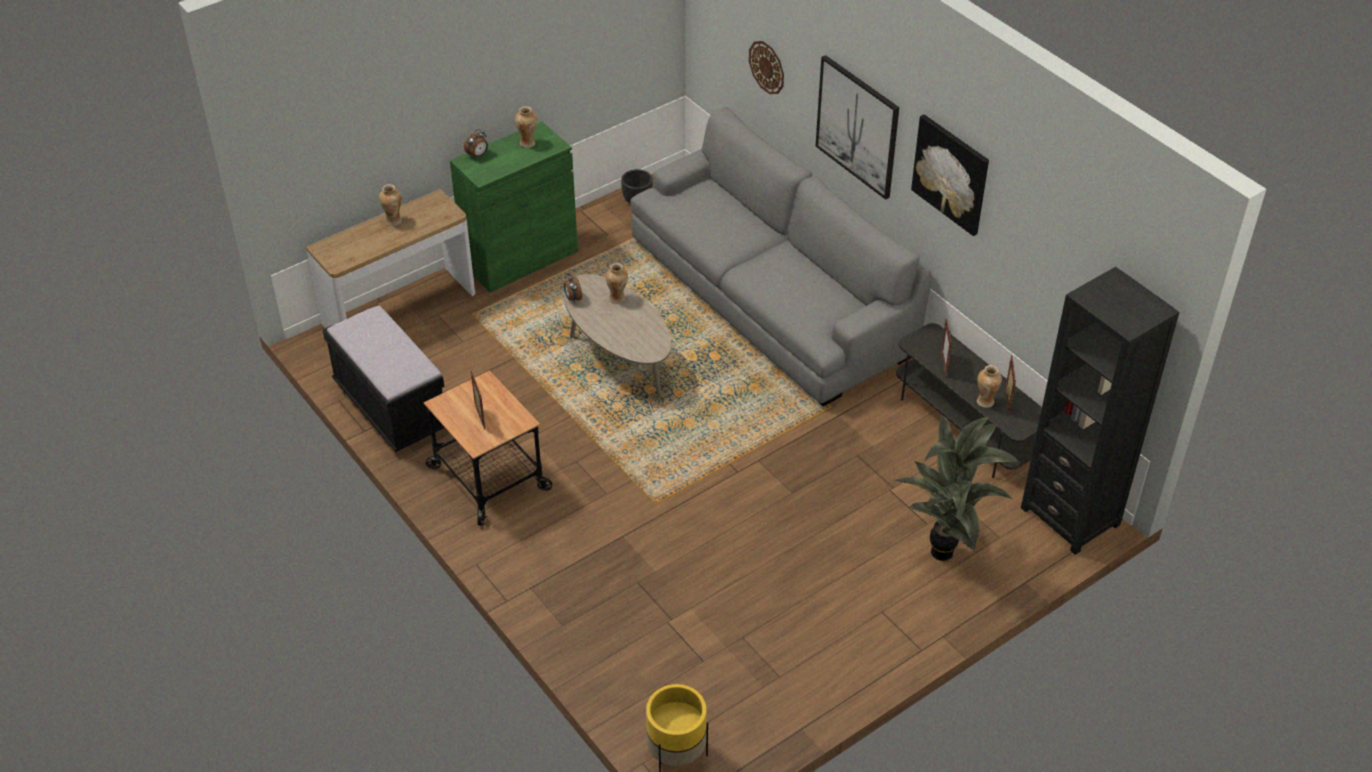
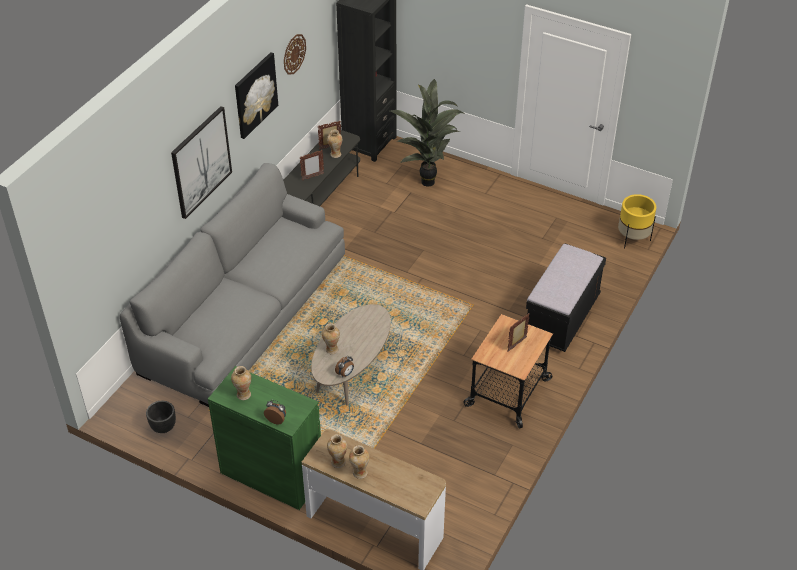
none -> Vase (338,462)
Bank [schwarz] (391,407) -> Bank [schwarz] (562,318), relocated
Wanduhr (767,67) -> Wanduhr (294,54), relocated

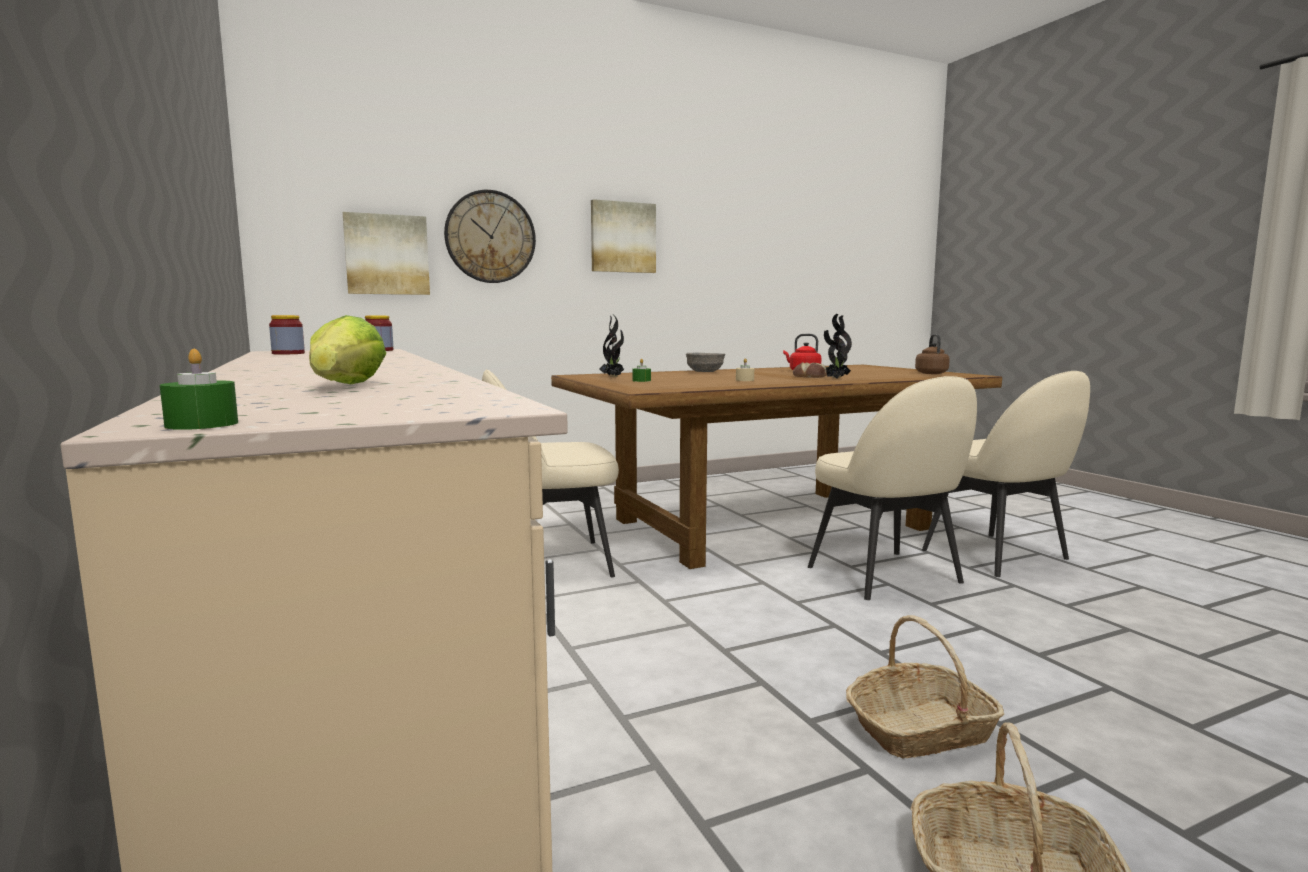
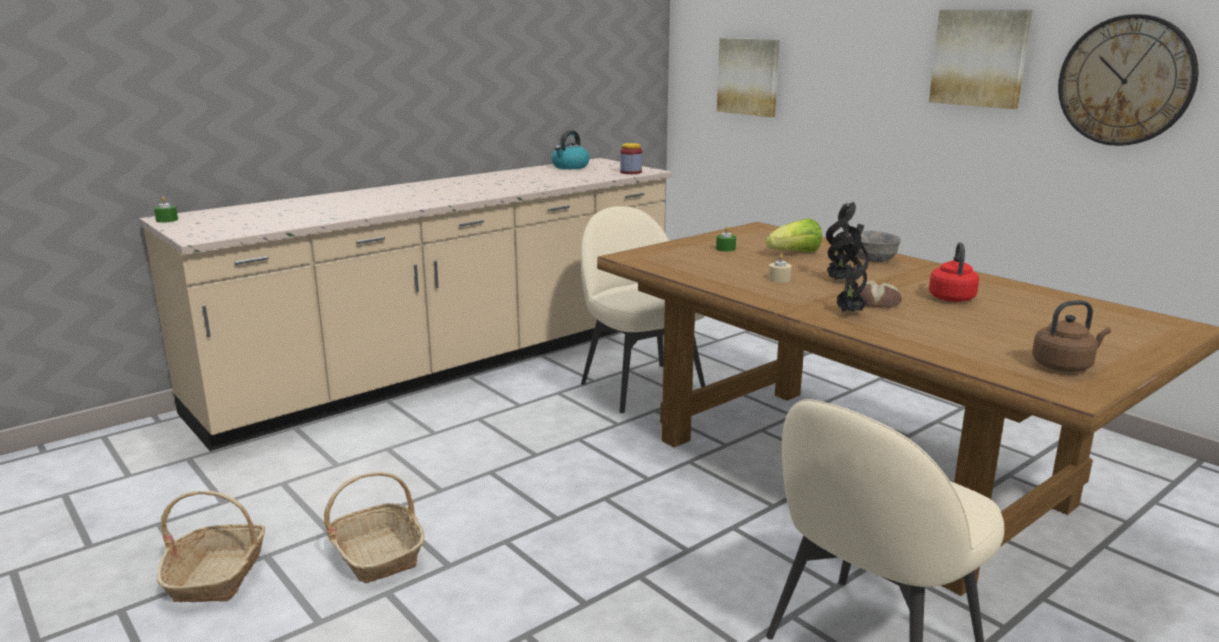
Stuhl [beige] (886,576) -> none
Salatkopf (346,386) -> Salatkopf (795,253), relocated
Wanduhr (490,237) -> Wanduhr (1126,81), relocated
Topfpflanze (613,378) -> Topfpflanze (840,281), relocated
Vorratsglas (288,353) -> Wasserkessel (570,167)

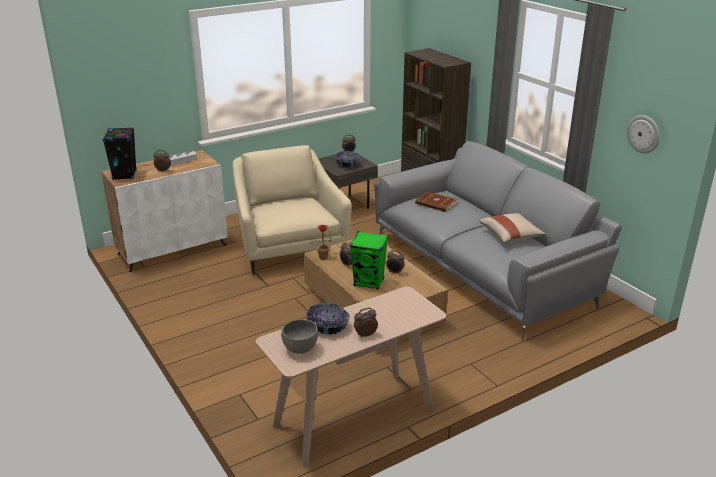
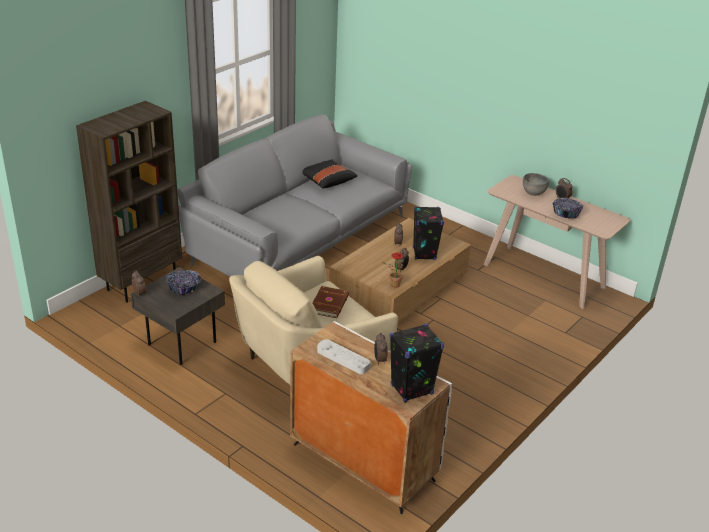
Wanduhr (644,134) -> none
Schüssel [grau] (300,348) -> Schüssel [grau] (533,193), relocated
Buch [braun] (435,204) -> Buch [braun] (330,304), relocated
Lautsprecher [grün] (369,283) -> Lautsprecher [schwarz] (424,253)
Kissen [beige] (510,236) -> Kissen [schwarz] (326,181)

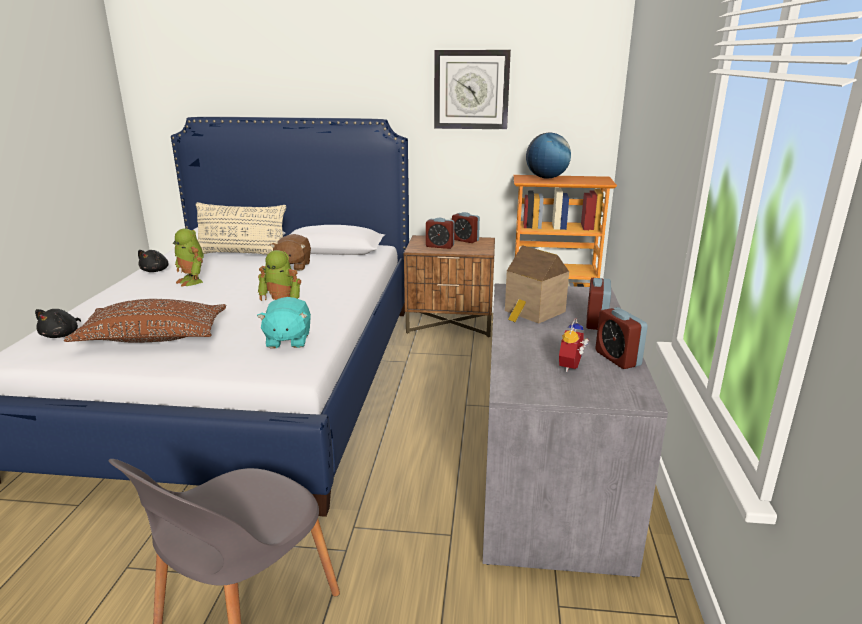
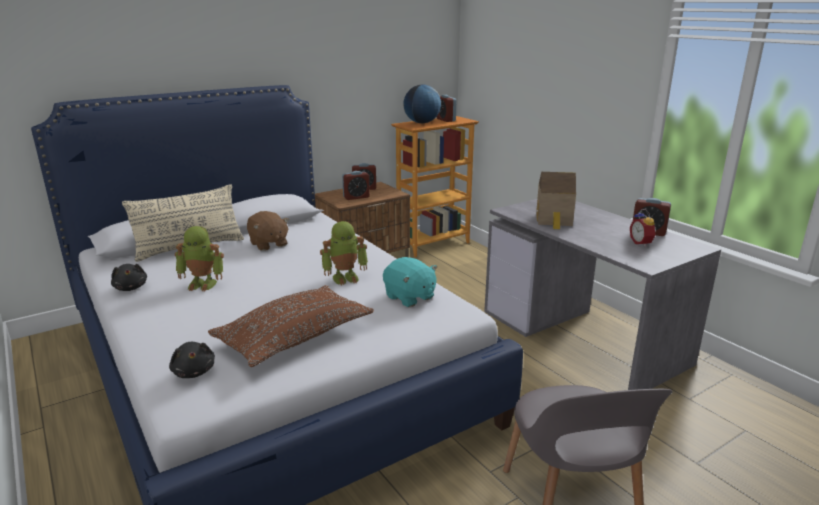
Wanduhr (471,90) -> none
Wecker (596,322) -> Wecker (446,120), relocated

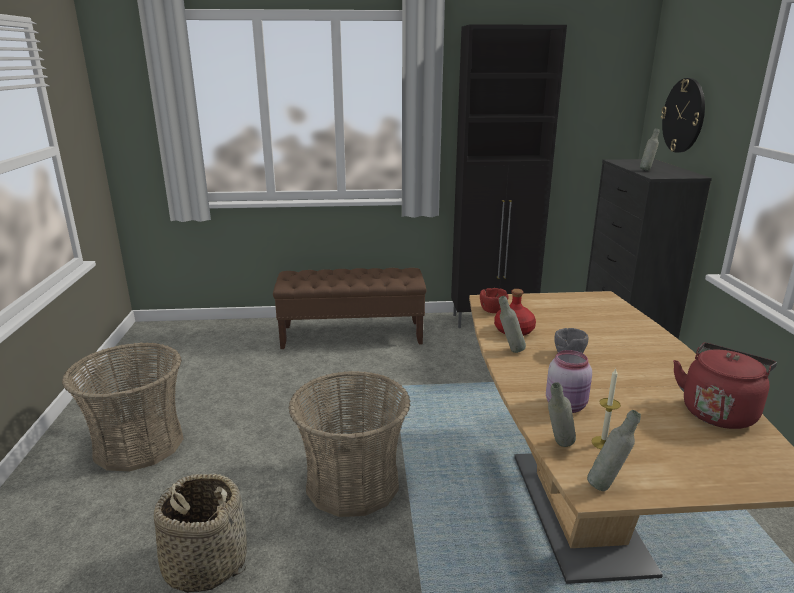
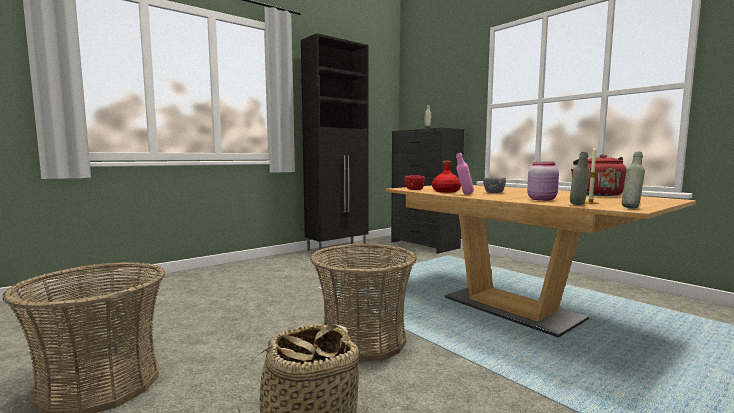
Bank [braun] (352,335) -> none
Wanduhr (683,115) -> none
Flasche [grau] (510,351) -> Flasche [rosa] (464,194)

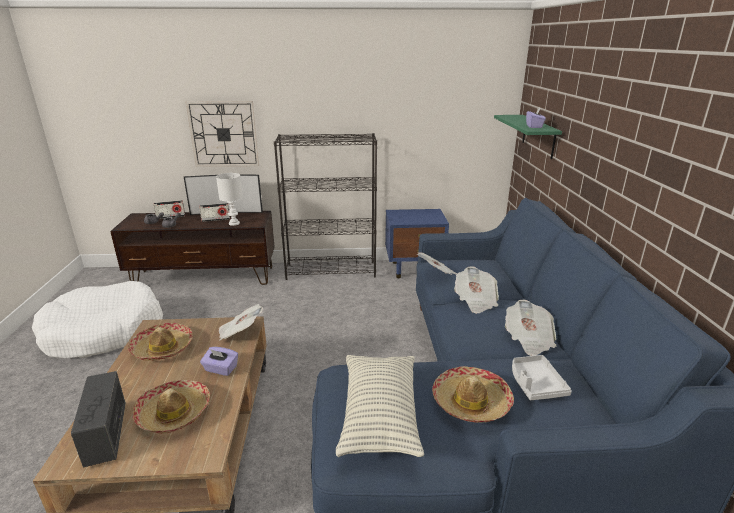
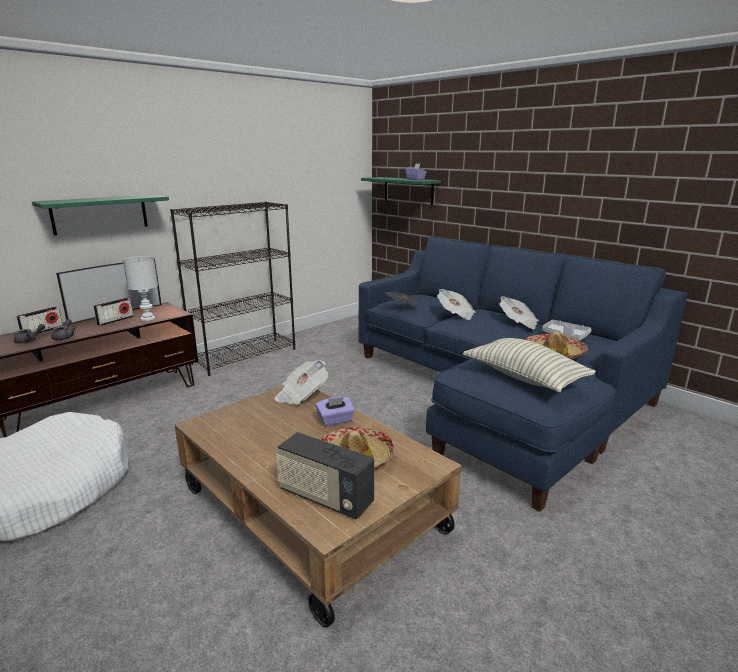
Hut (163,348) -> none
Nachttisch [blau] (414,269) -> none
Wanduhr (224,134) -> Wandregal [grün] (100,214)

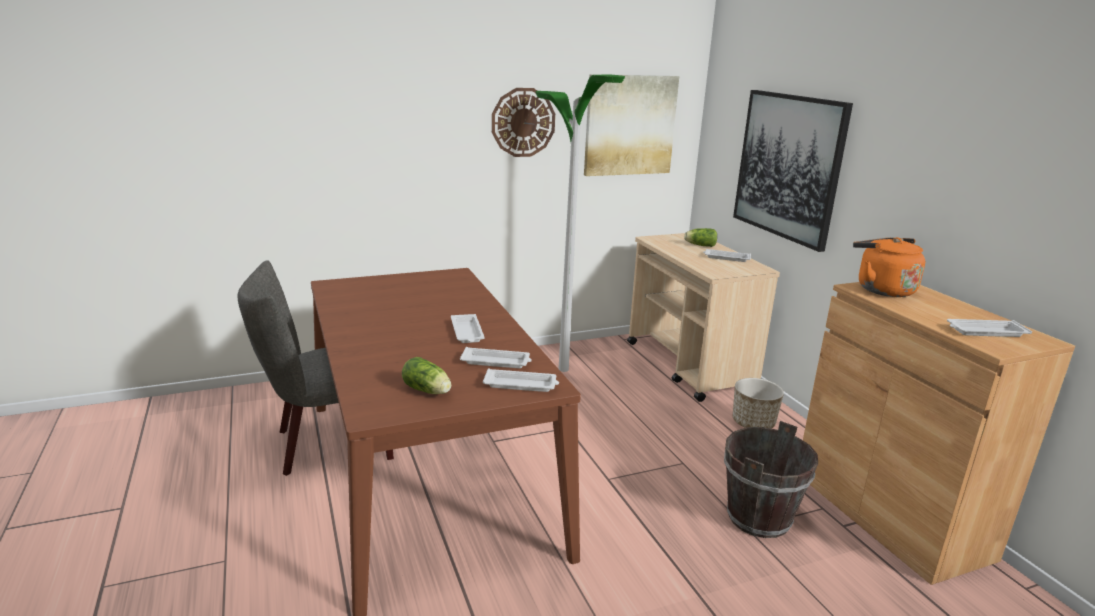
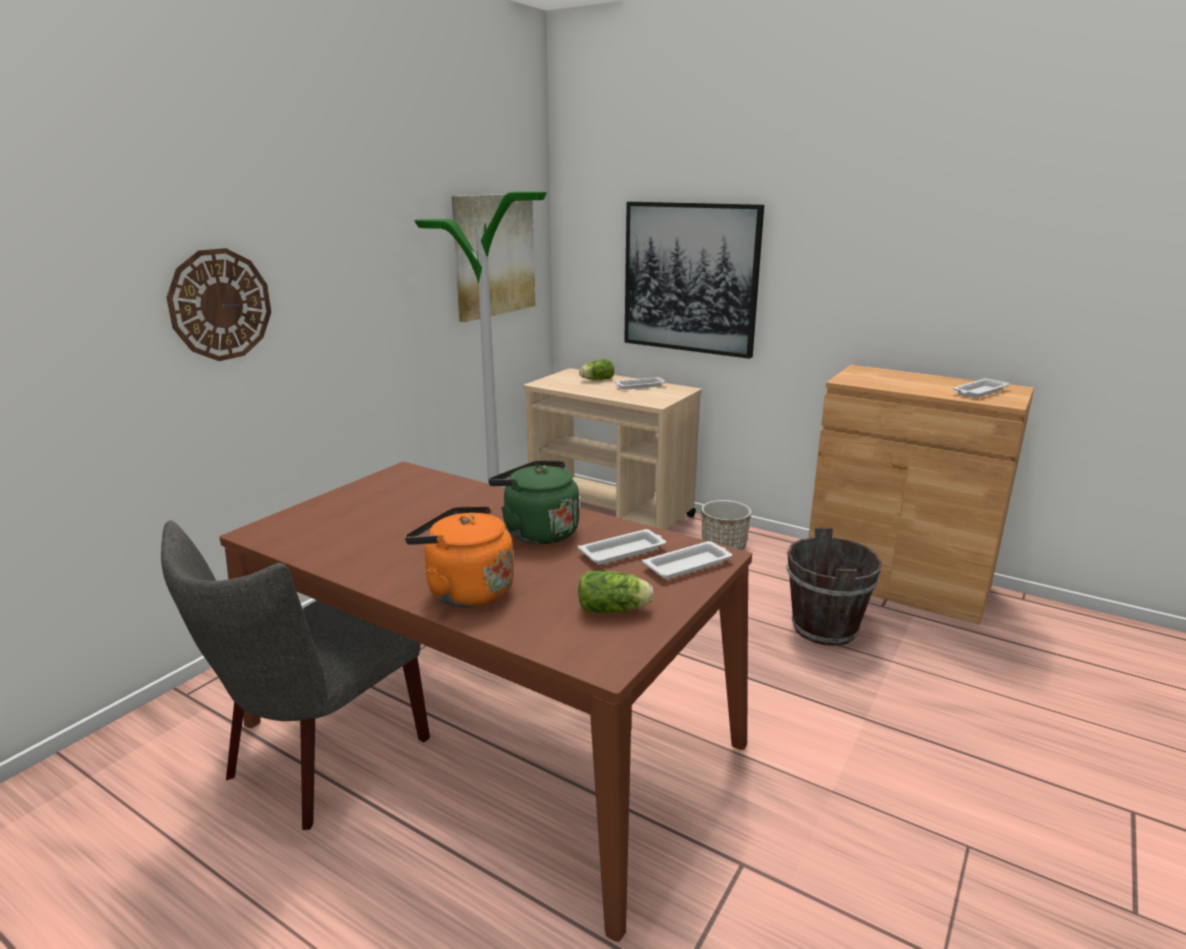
Wanduhr (523,122) -> Wanduhr (220,305), relocated
Wasserkessel [orange] (881,289) -> Wasserkessel [orange] (465,591), relocated
Tablett [weiß] (467,332) -> Wasserkessel [grün] (537,532)

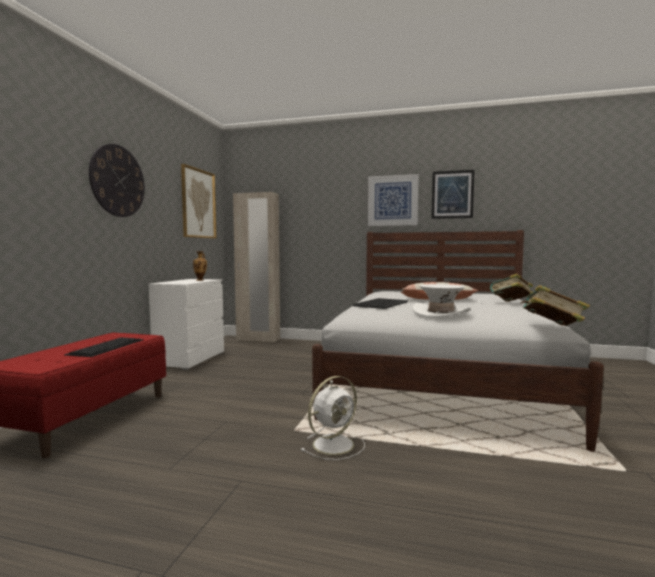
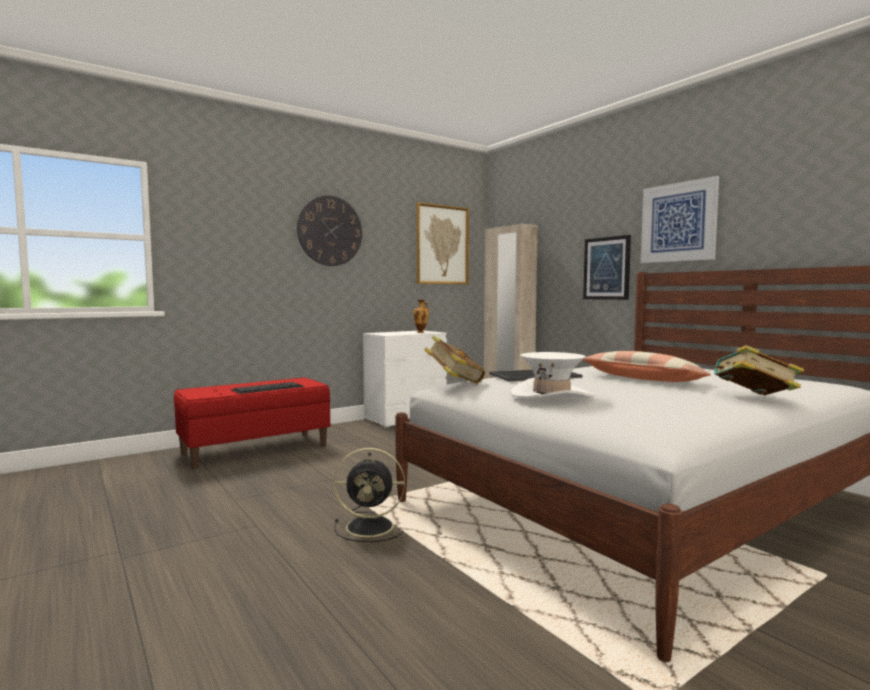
Bild (452,194) -> Bild (607,268), relocated
Buch (551,327) -> Buch (454,382), relocated
Ventilator [weiß] (335,444) -> Ventilator [schwarz] (372,526)

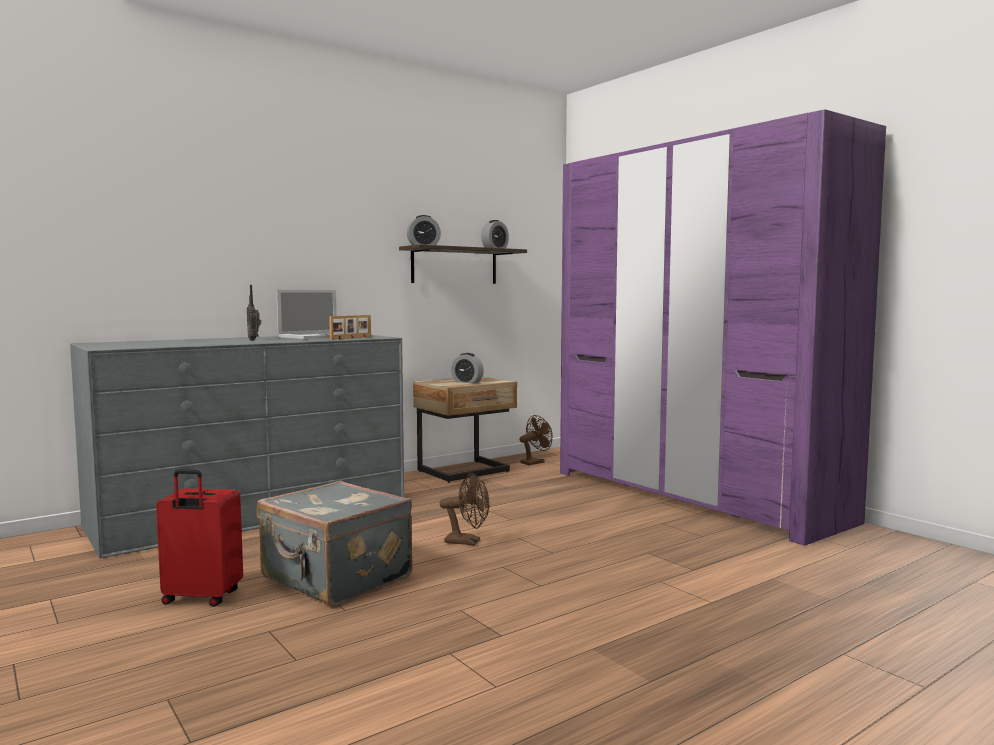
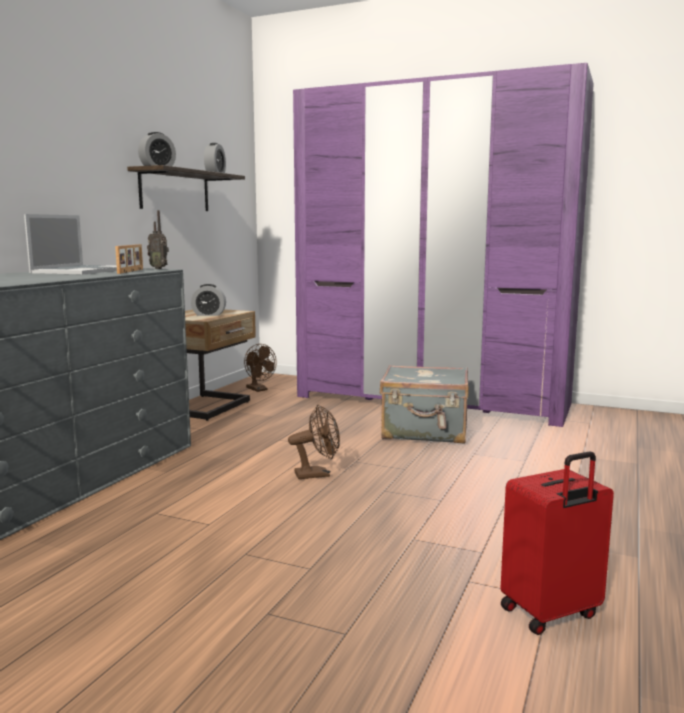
Koffer [rot] (201,598) -> Koffer [rot] (551,613), relocated
Radio (254,340) -> Radio (159,268), relocated
Koffer [grau] (335,579) -> Koffer [grau] (425,432), relocated
Ventilator [braun] (535,462) -> Ventilator [braun] (259,389), 120 degrees clockwise

